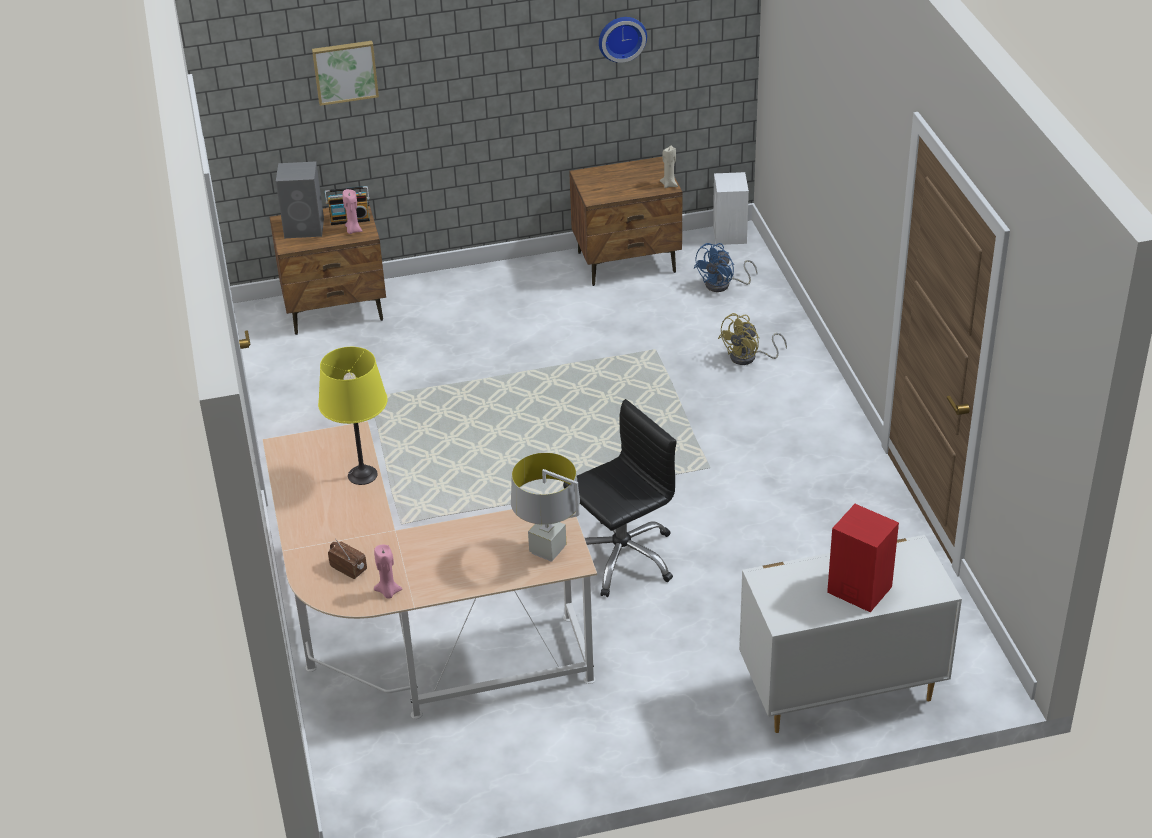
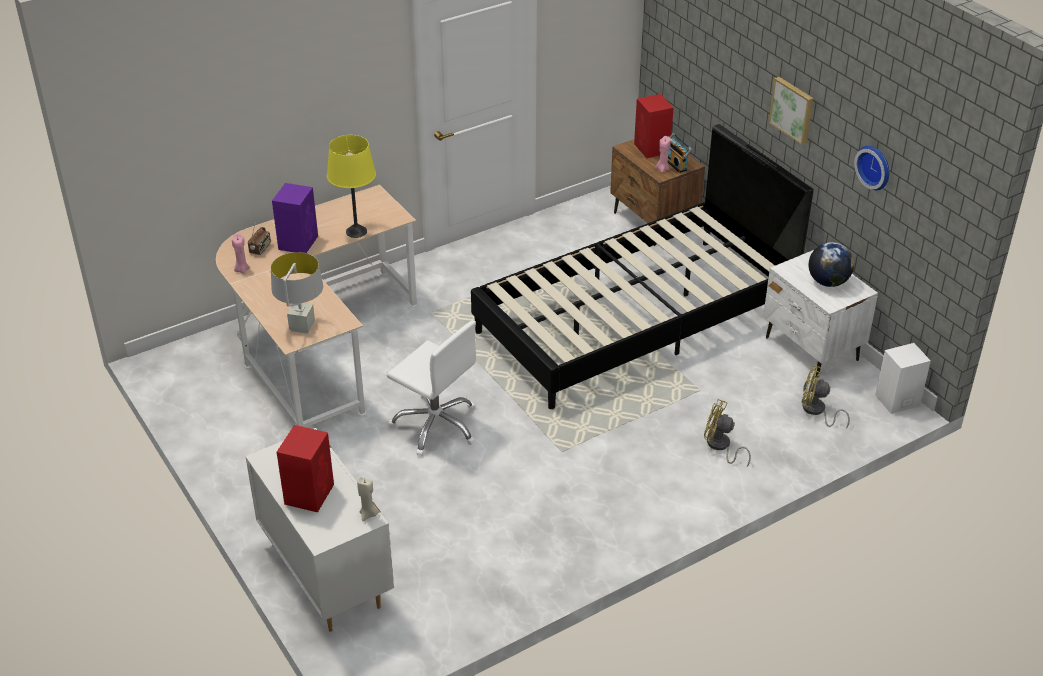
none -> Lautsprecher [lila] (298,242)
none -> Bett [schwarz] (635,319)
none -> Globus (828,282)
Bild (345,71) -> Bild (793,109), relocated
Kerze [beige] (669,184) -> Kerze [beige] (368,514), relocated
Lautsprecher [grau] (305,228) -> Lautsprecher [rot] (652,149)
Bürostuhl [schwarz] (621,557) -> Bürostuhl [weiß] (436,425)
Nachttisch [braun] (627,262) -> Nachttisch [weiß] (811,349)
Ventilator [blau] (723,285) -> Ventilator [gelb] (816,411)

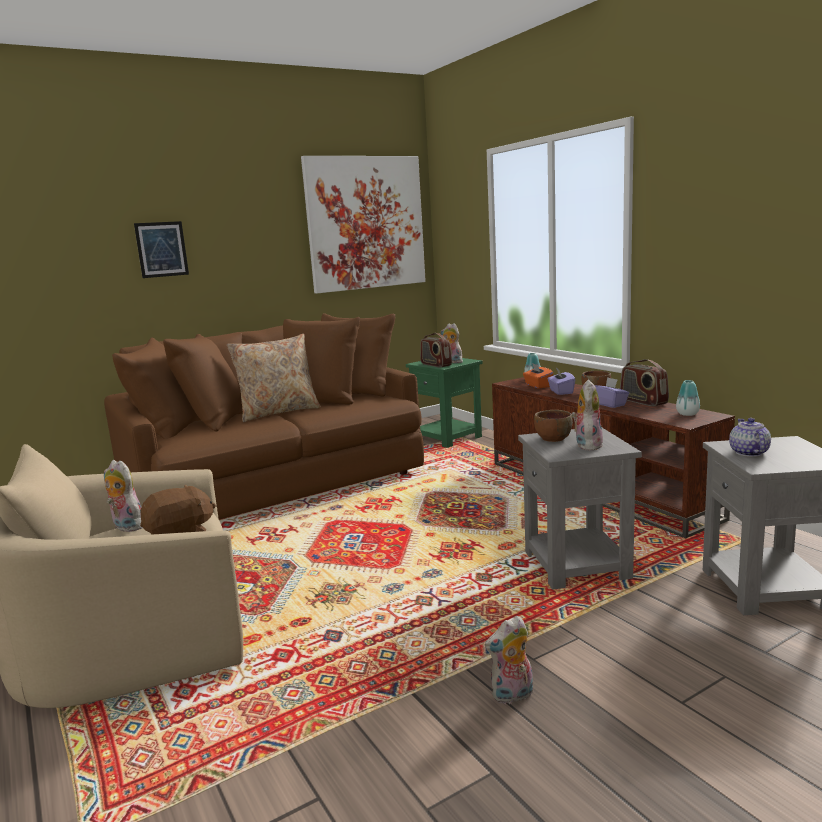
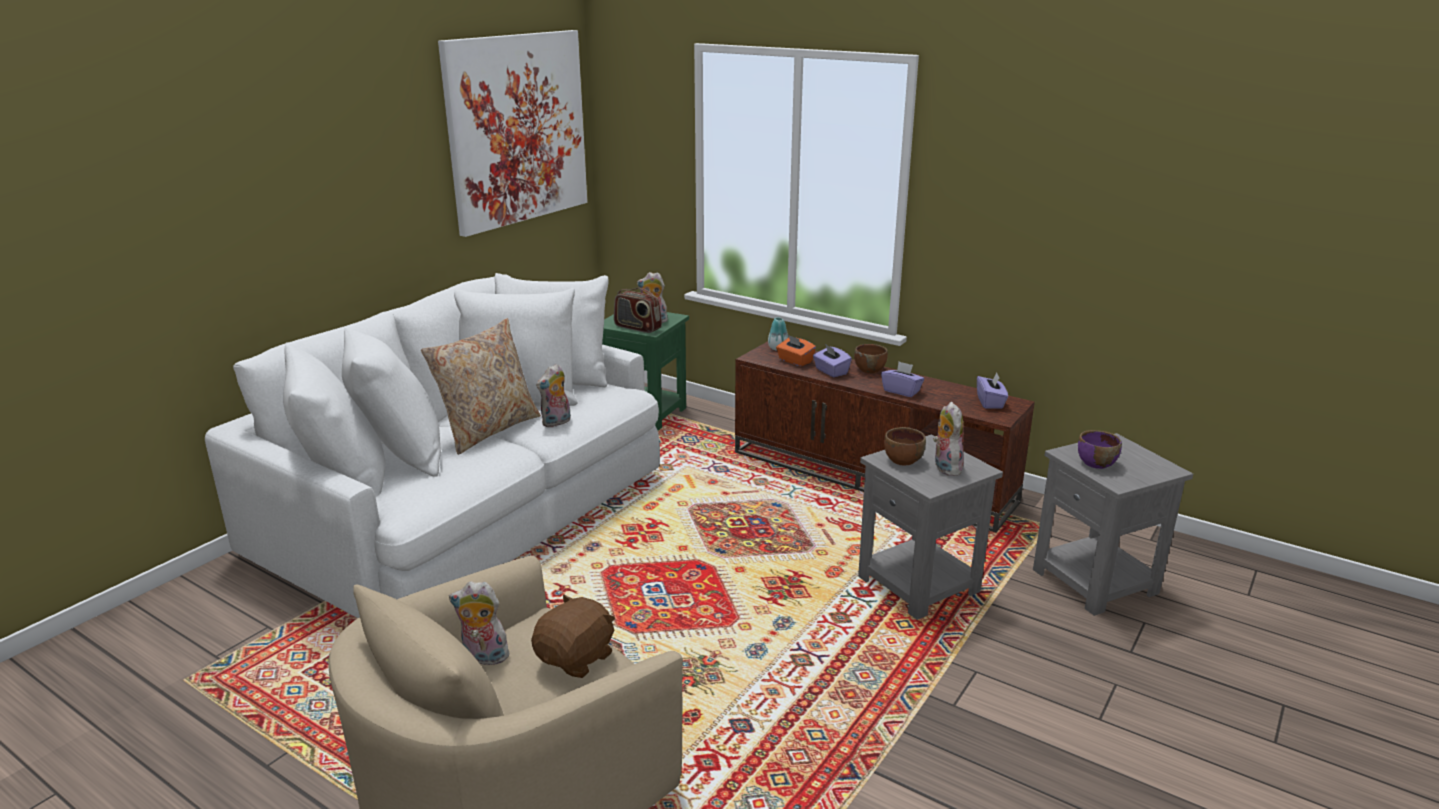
Bild (161,249) -> none
Radio (643,402) -> none
Plüschtier (512,696) -> Plüschtier (556,423), relocated
Vase (687,414) -> Taschentuchbox [lila] (990,402)
Teekanne (748,453) -> Schüssel [lila] (1096,463)
Sofa [braun] (276,479) -> Sofa [weiß] (467,510)

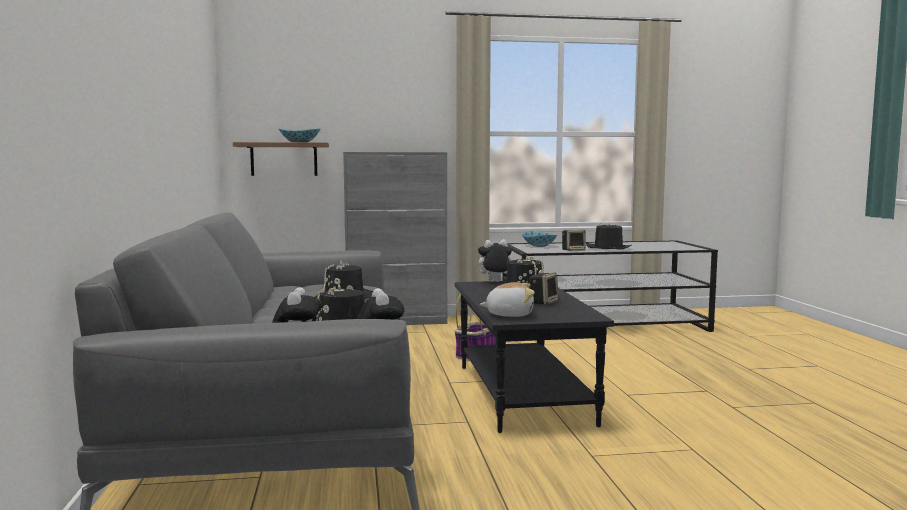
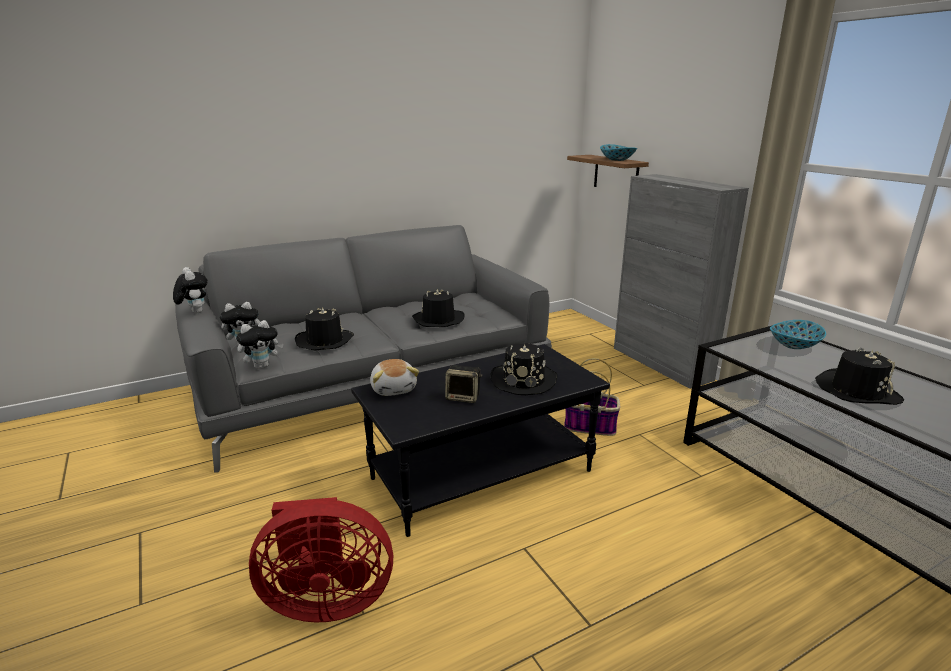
Lautsprecher (573,250) -> none
none -> Ventilator [rot] (326,600)
Plüschtier (494,282) -> Plüschtier (194,312), relocated

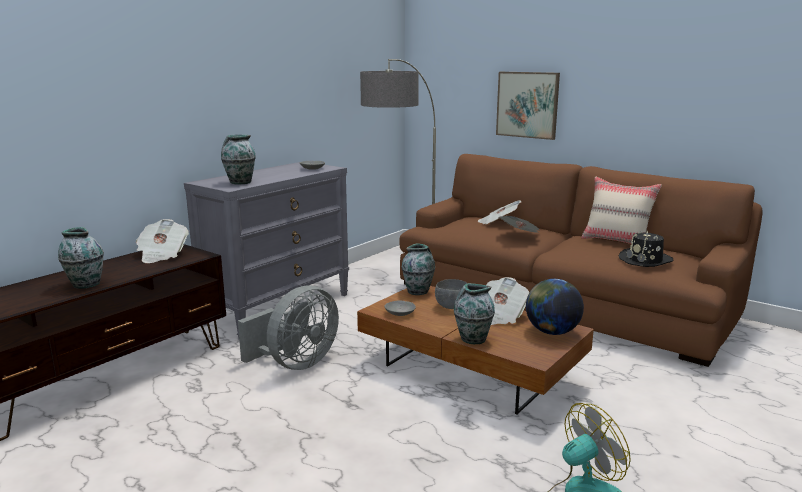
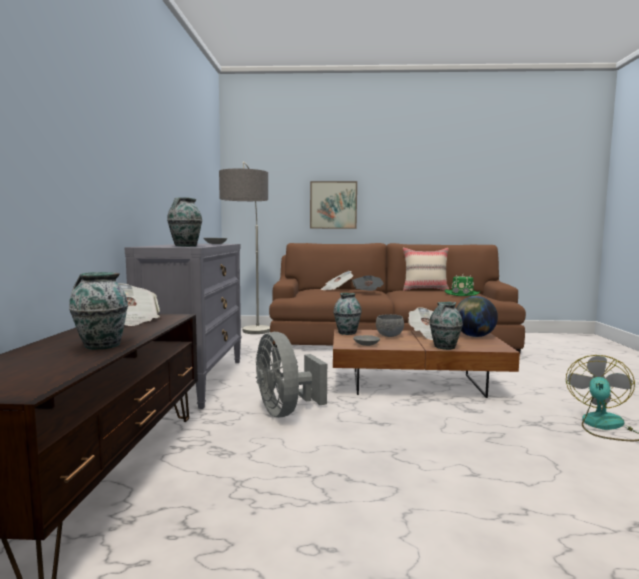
Hut [schwarz] (645,260) -> Hut [grün] (462,294)
Ventilator [grau] (296,364) -> Ventilator [grau] (285,411), 150 degrees clockwise

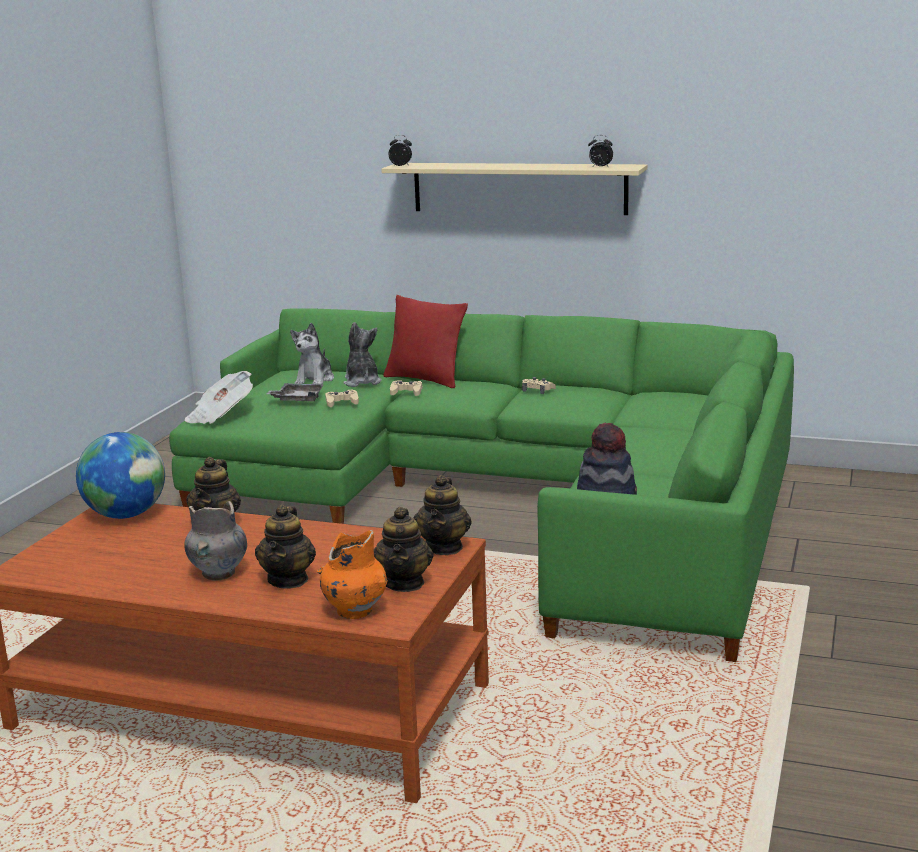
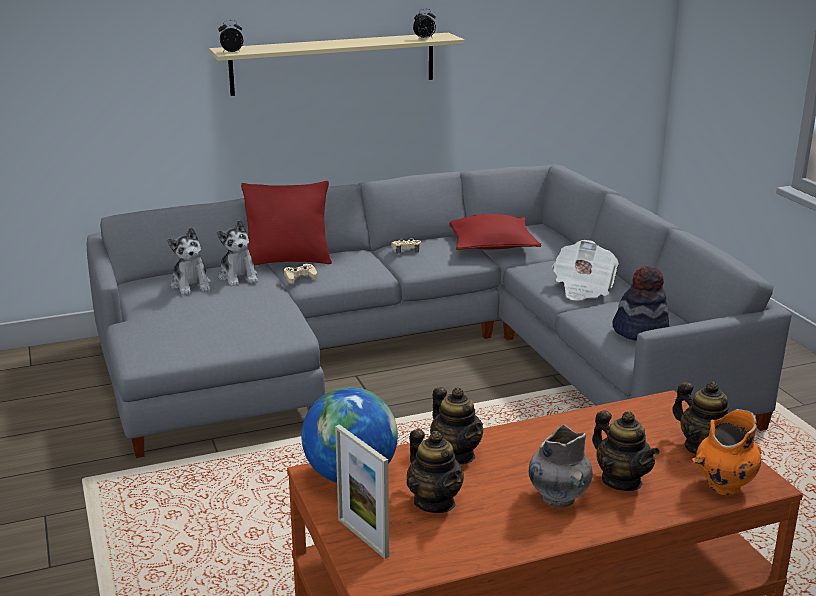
Tablett [grau] (298,399) -> none
Gamepad [beige] (341,402) -> none
none -> Bilderrahmen (363,538)
none -> Kissen [rot] (491,244)
Zeitung (220,416) -> Zeitung (583,288), relocated
Teekanne (444,547) -> Teekanne (435,502), relocated
Sofa [grün] (512,500) -> Sofa [grau] (417,353)
Plüschtier (362,382) -> Plüschtier (238,277), 150 degrees counterclockwise

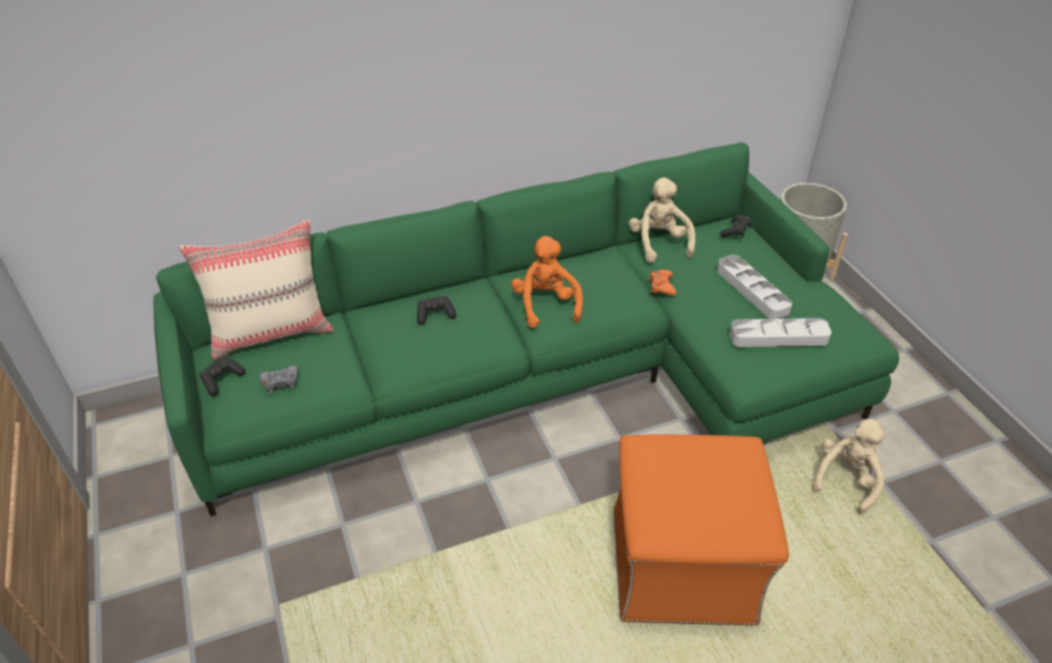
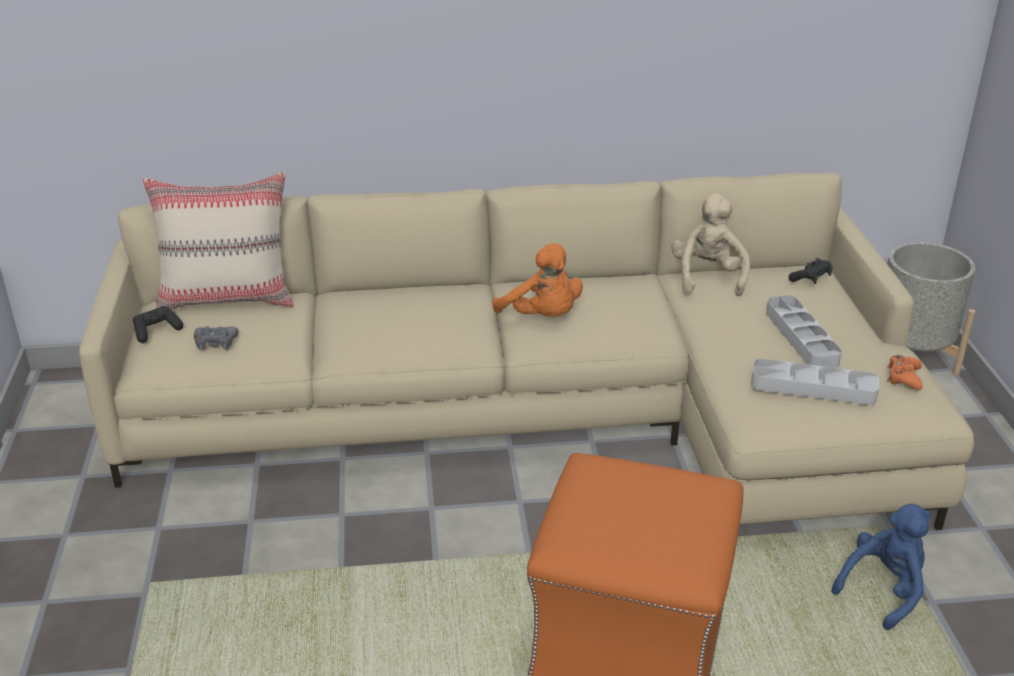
Gamepad [schwarz] (435,315) -> none
Gamepad [orange] (661,286) -> Gamepad [orange] (903,377), relocated
Sofa [grün] (546,375) -> Sofa [beige] (544,417)
Plüschtier [beige] (846,479) -> Plüschtier [blau] (883,590)
Plüschtier [orange] (546,305) -> Plüschtier [orange] (542,317), 135 degrees clockwise

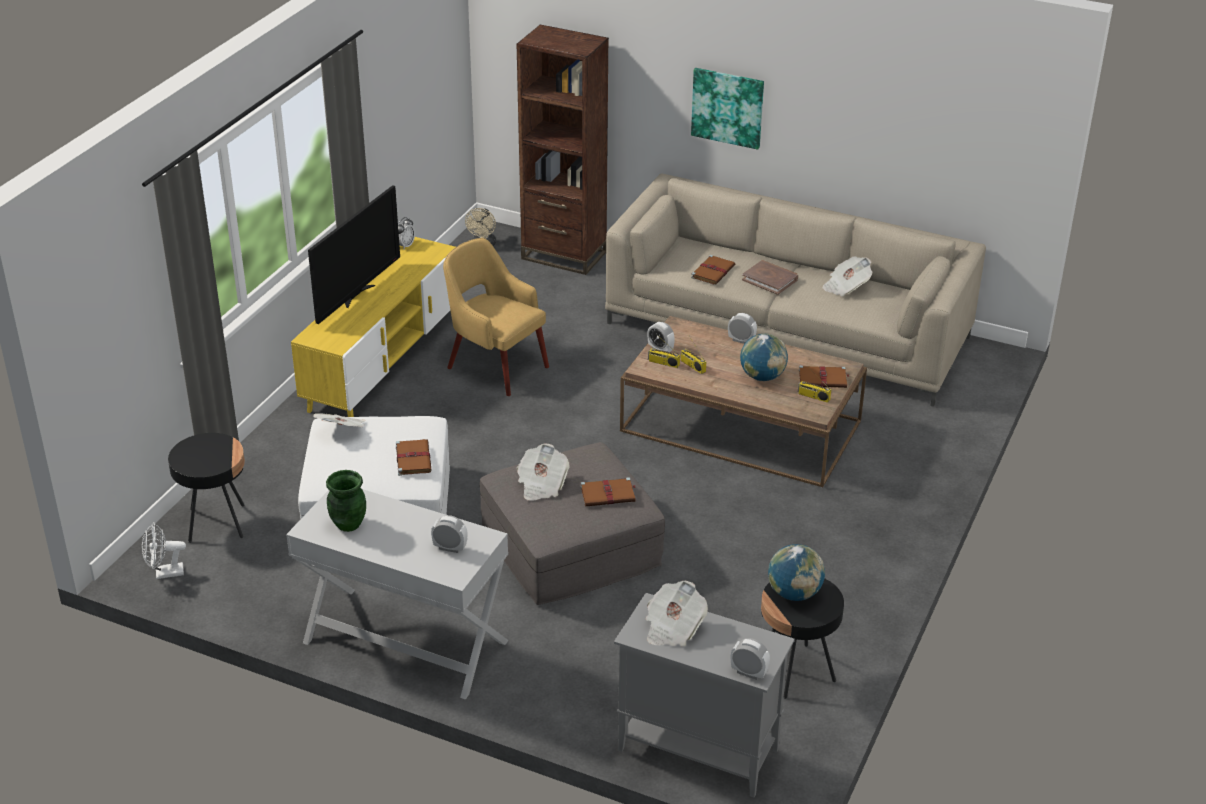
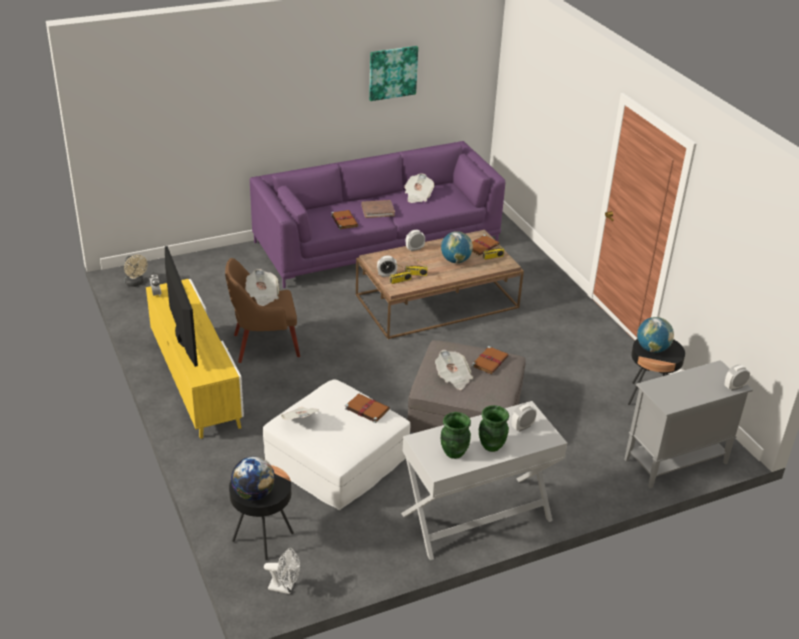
Bücherregal [braun] (564,255) -> none
none -> Globus (254,494)
none -> Vase [grün] (491,445)
Zeitung (673,628) -> Zeitung (262,296), relocated
Bild (728,107) -> Bild (392,72), relocated
Sessel [gelb] (495,366) -> Sessel [braun] (264,345)
Sofa [beige] (787,331) -> Sofa [lila] (377,242)
Ventilator [weiß] (164,573) -> Ventilator [weiß] (285,588), 105 degrees counterclockwise

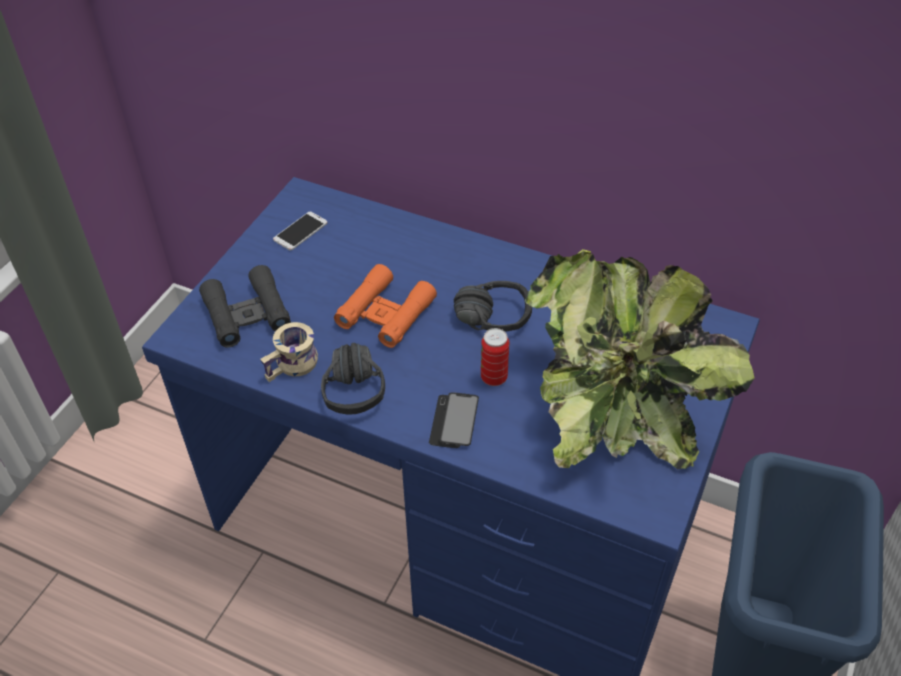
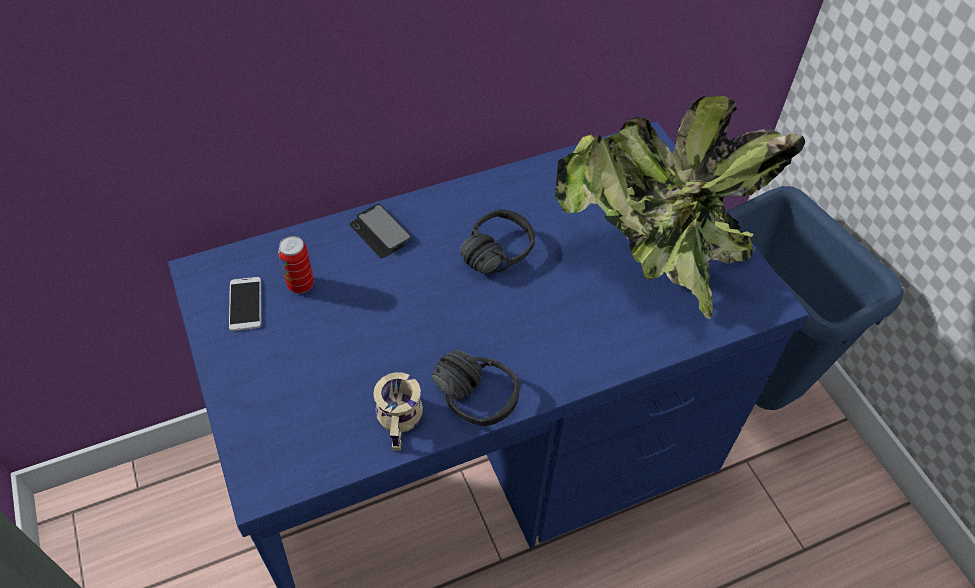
Fernglas [schwarz] (247,313) -> none
Fernglas [orange] (385,313) -> none
Handy (454,421) -> Handy (380,232), relocated
Dose (494,378) -> Dose (301,285), relocated

